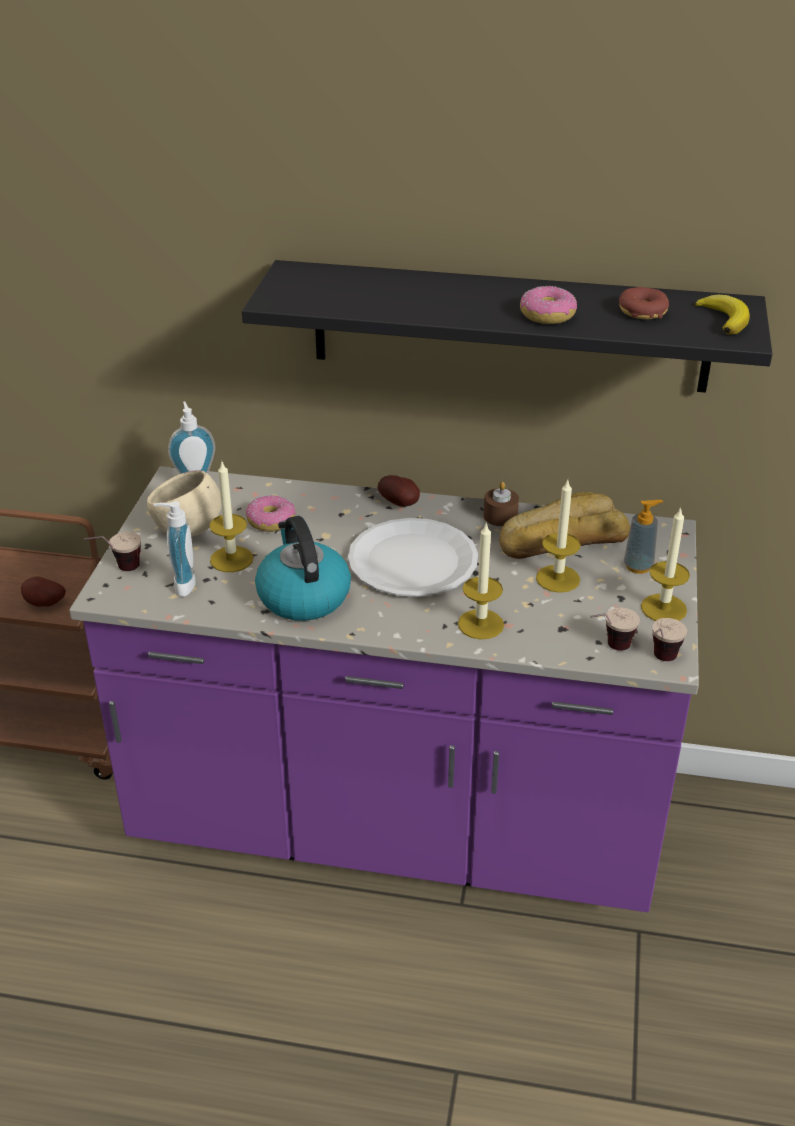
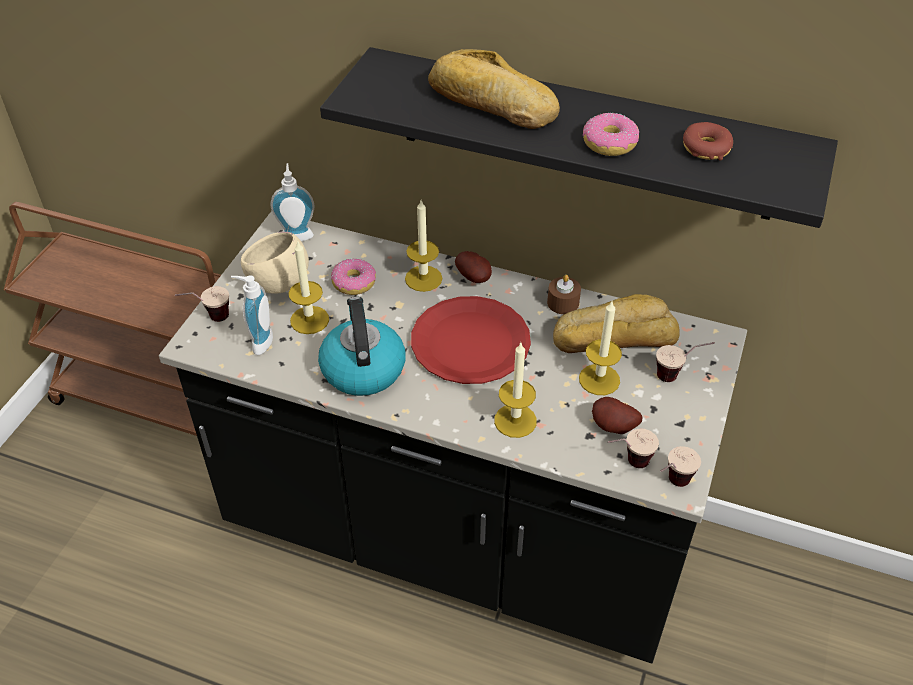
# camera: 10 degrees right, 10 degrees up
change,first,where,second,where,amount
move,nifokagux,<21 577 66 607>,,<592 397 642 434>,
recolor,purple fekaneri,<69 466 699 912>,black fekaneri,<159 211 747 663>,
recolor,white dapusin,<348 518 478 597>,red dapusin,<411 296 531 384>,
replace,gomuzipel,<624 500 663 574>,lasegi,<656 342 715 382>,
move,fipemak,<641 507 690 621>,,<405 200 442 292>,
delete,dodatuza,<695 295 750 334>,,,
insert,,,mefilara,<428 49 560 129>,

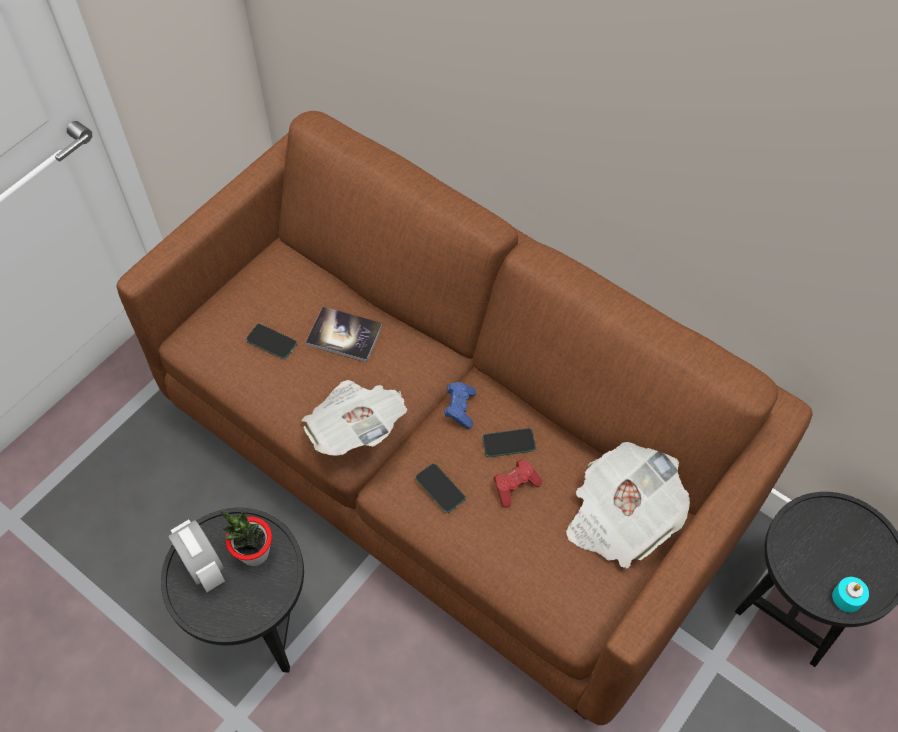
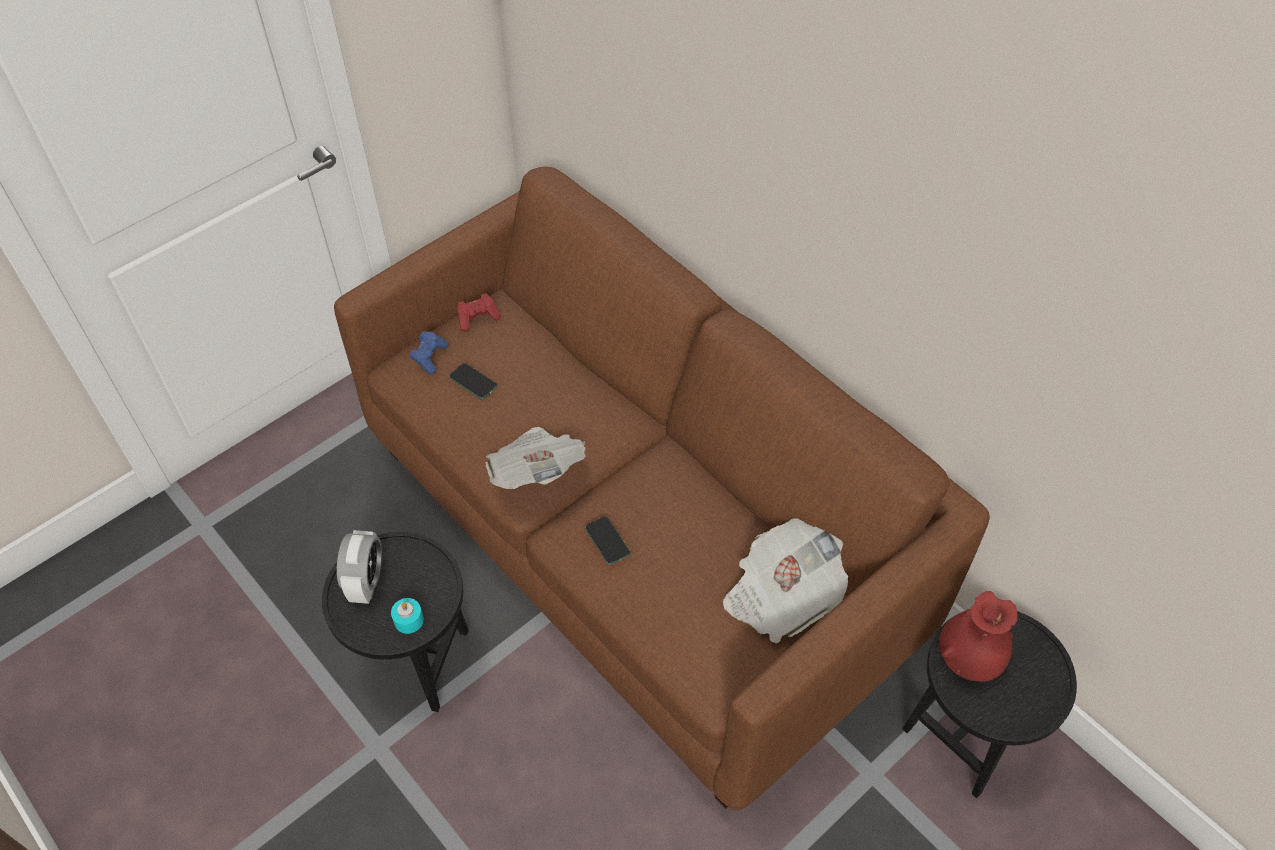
# camera: 10 degrees right, 5 degrees down
change,first,where,second,where,amount
rotate,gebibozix,<168 520 225 592>,,<337 530 382 604>,150 degrees counterclockwise
delete,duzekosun,<220 510 272 566>,,,
delete,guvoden,<306 306 383 362>,,,
move,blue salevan,<444 382 476 429>,,<410 331 448 375>,
delete,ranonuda,<482 428 536 457>,,,
move,red salevan,<493 459 542 508>,,<457 294 501 331>,
move,turquoise fipemak,<832 577 869 612>,,<391 598 424 634>,
insert,,,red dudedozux,<939 591 1018 682>,

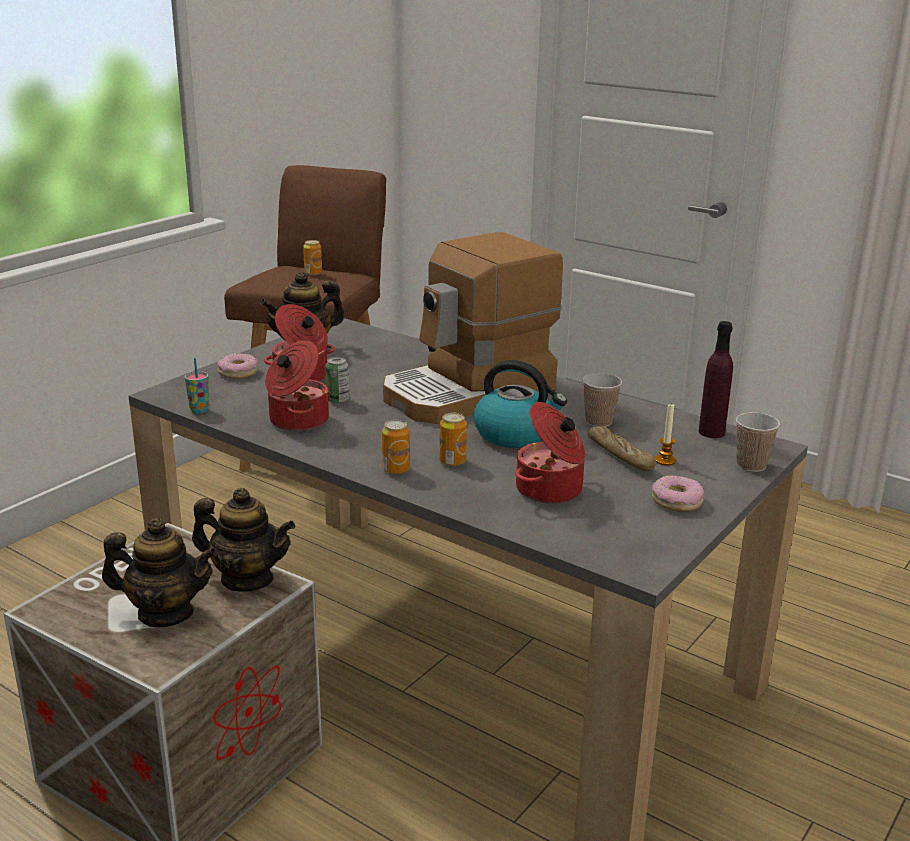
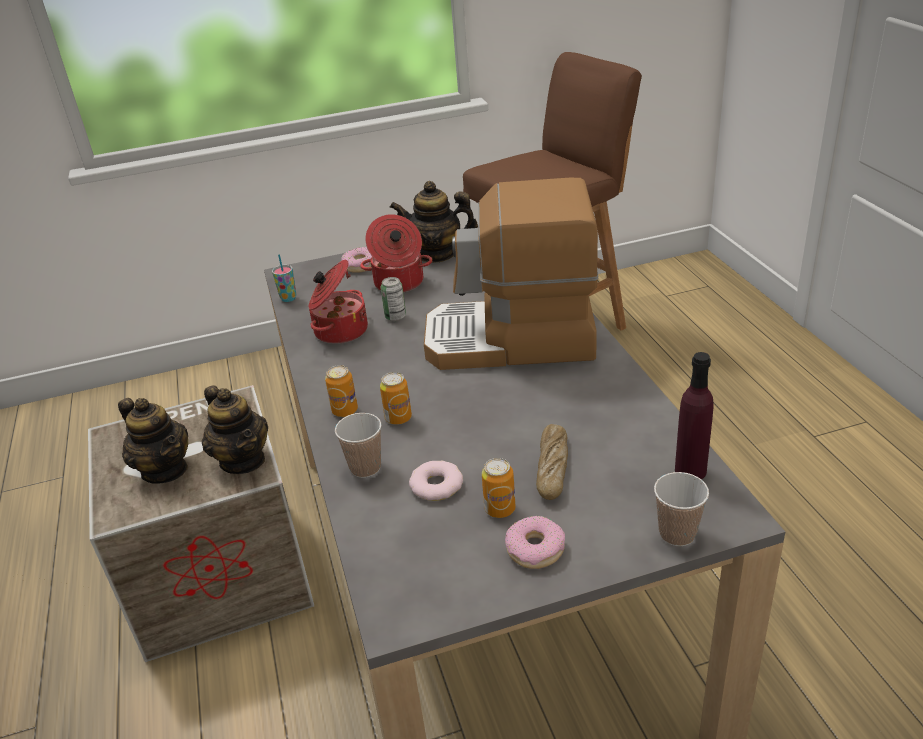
# camera: 40 degrees right, 10 degrees up
change,first,where,second,where,amount
move,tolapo,<303 240 322 276>,,<482 458 516 518>,
delete,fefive,<474 360 567 448>,,,
replace,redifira,<515 402 586 504>,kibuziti,<409 461 463 501>,
move,lasegi,<582 373 622 427>,,<335 413 381 478>,
delete,fipemak,<655 404 676 465>,,,

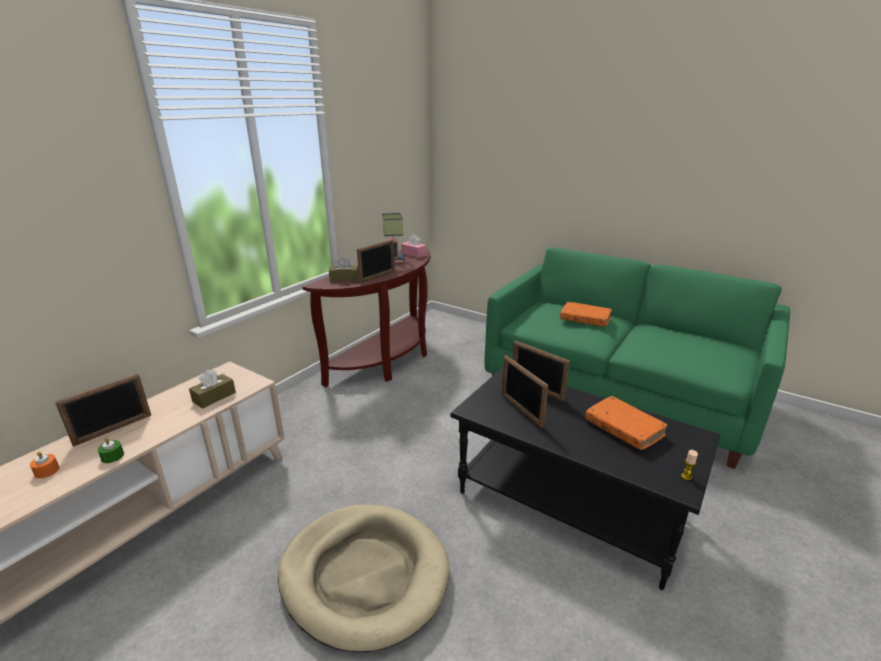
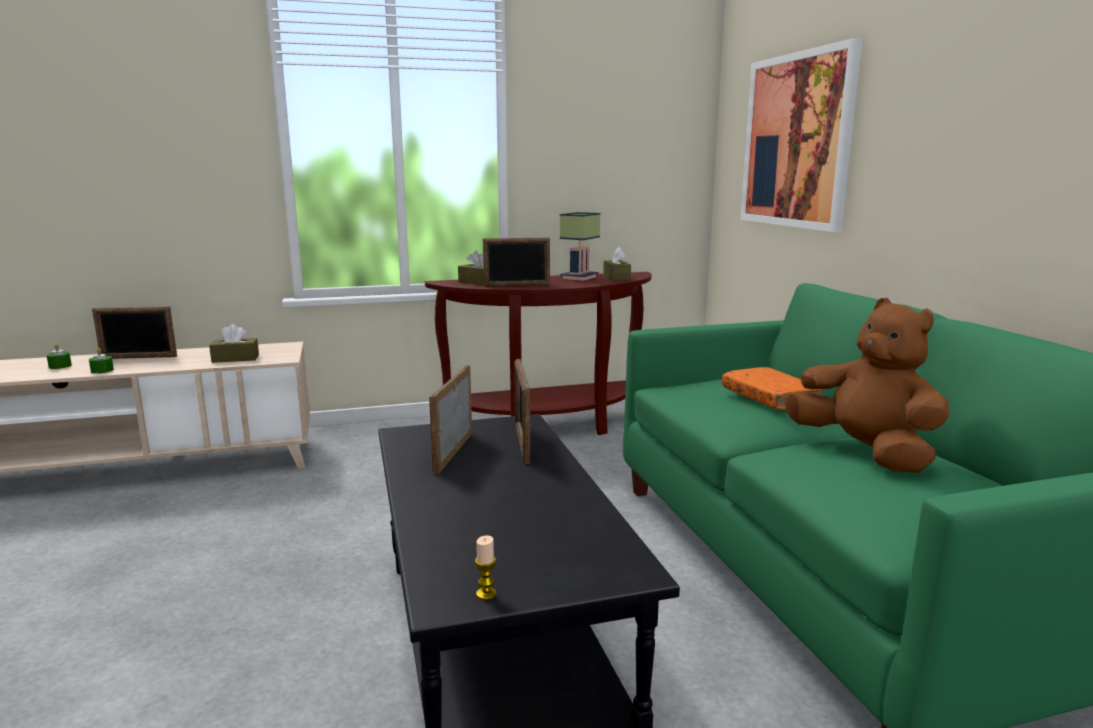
# camera: 40 degrees right, 10 degrees down
change,first,where,second,where,amount
recolor,orange fipemak,<30 452 59 478>,green fipemak,<46 344 72 369>,
delete,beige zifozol,<278 504 450 652>,,,
recolor,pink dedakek,<401 234 427 258>,brown dedakek,<603 247 631 281>,
delete,orange guvoden,<585 396 668 450>,,,
insert,,,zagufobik,<740 38 862 232>,
insert,,,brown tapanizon,<784 298 949 473>,

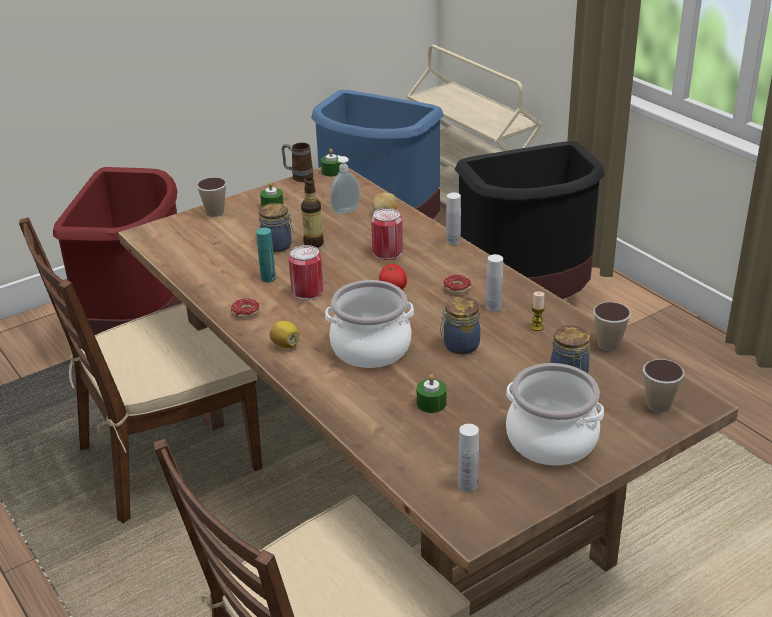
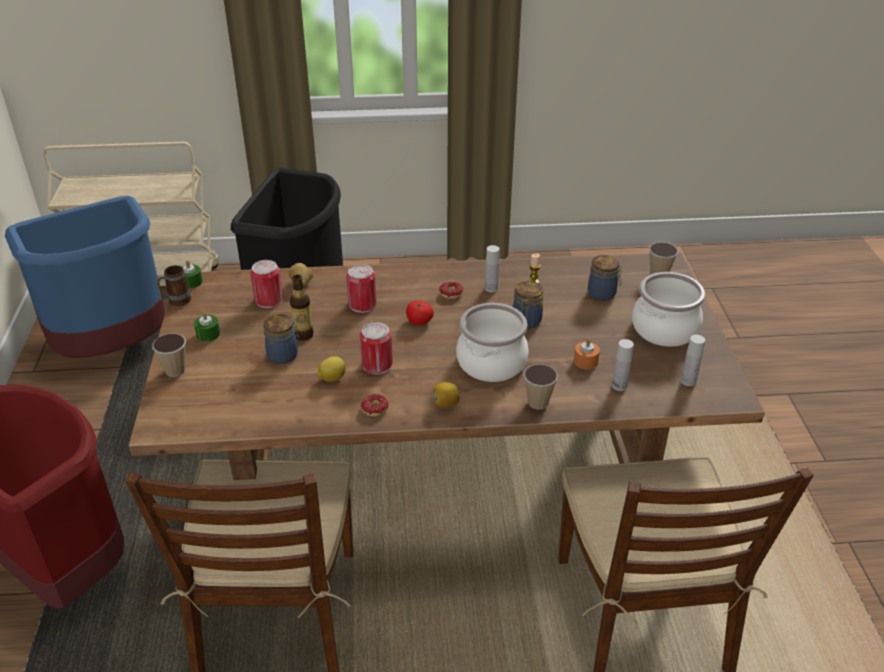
# camera: 60 degrees left, 5 degrees up
change,first,where,second,where,amount
replace,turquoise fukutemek,<256 228 276 282>,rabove,<318 356 346 382>,
replace,gomuzipel,<330 155 360 214>,tolapo,<250 260 283 308>,
recolor,green fipemak,<417 374 447 413>,orange fipemak,<574 338 600 369>,
move,white fukutemek,<446 193 461 245>,,<612 339 634 391>,
move,lasegi,<593 302 631 351>,,<523 364 558 410>,

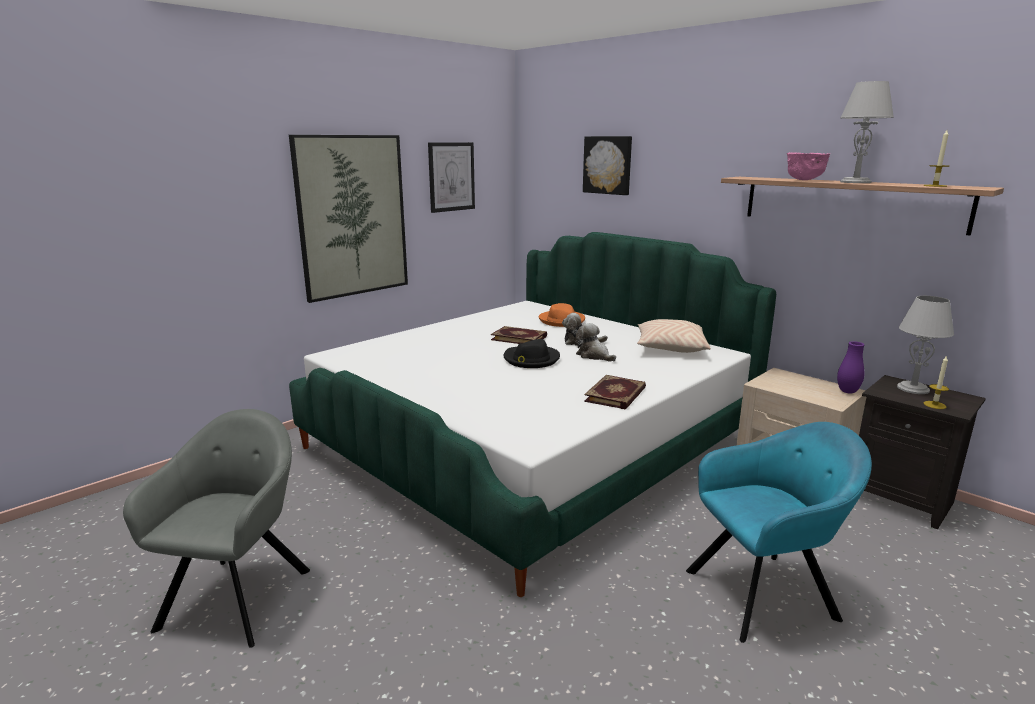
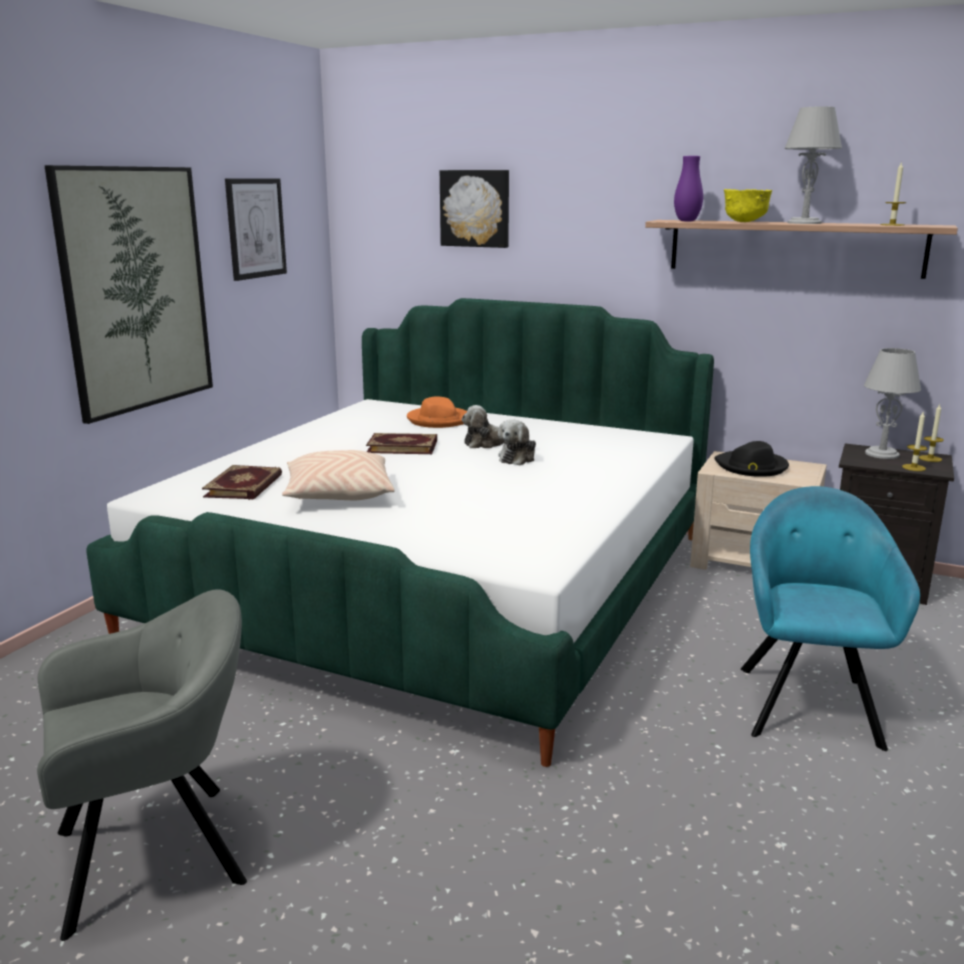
# camera: 20 degrees left, 0 degrees up
change,first,where,second,where,amount
rotate,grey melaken,<123 409 310 648>,,<37 589 247 941>,75 degrees clockwise
move,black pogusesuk,<503 339 560 368>,,<714 441 789 477>,
rotate,tapanizon,<576 323 616 362>,,<498 420 536 466>,90 degrees counterclockwise
move,guvoden,<584 375 646 410>,,<202 465 282 500>,
move,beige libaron,<637 319 711 353>,,<282 450 395 500>,
rotate,turquoise melaken,<686 422 872 643>,,<741 486 920 751>,45 degrees counterclockwise
recolor,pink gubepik,<787 152 830 180>,yellow gubepik,<724 189 772 222>,
move,purple dudedozux,<837 341 864 394>,,<674 156 703 221>,
insert,,,fipemak,<919 404 944 462>,

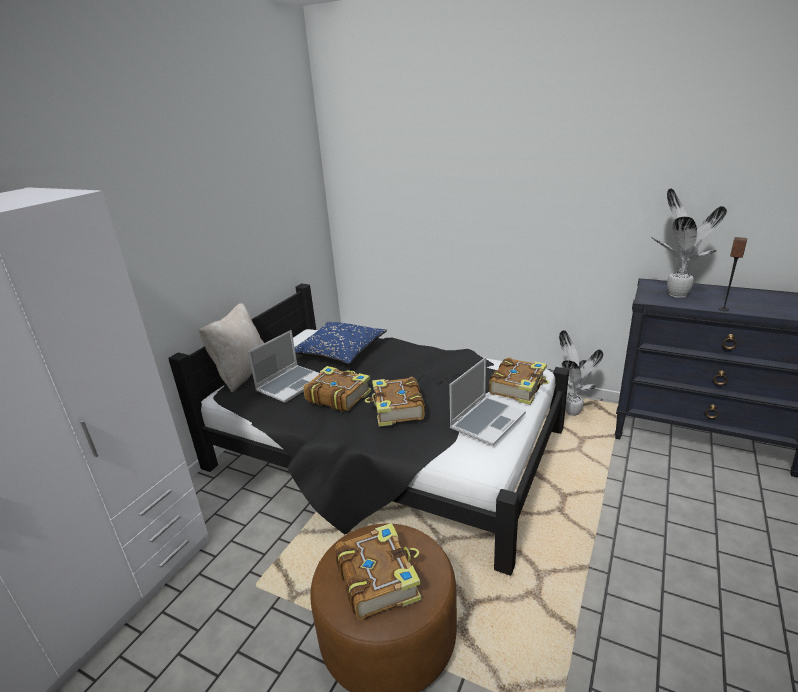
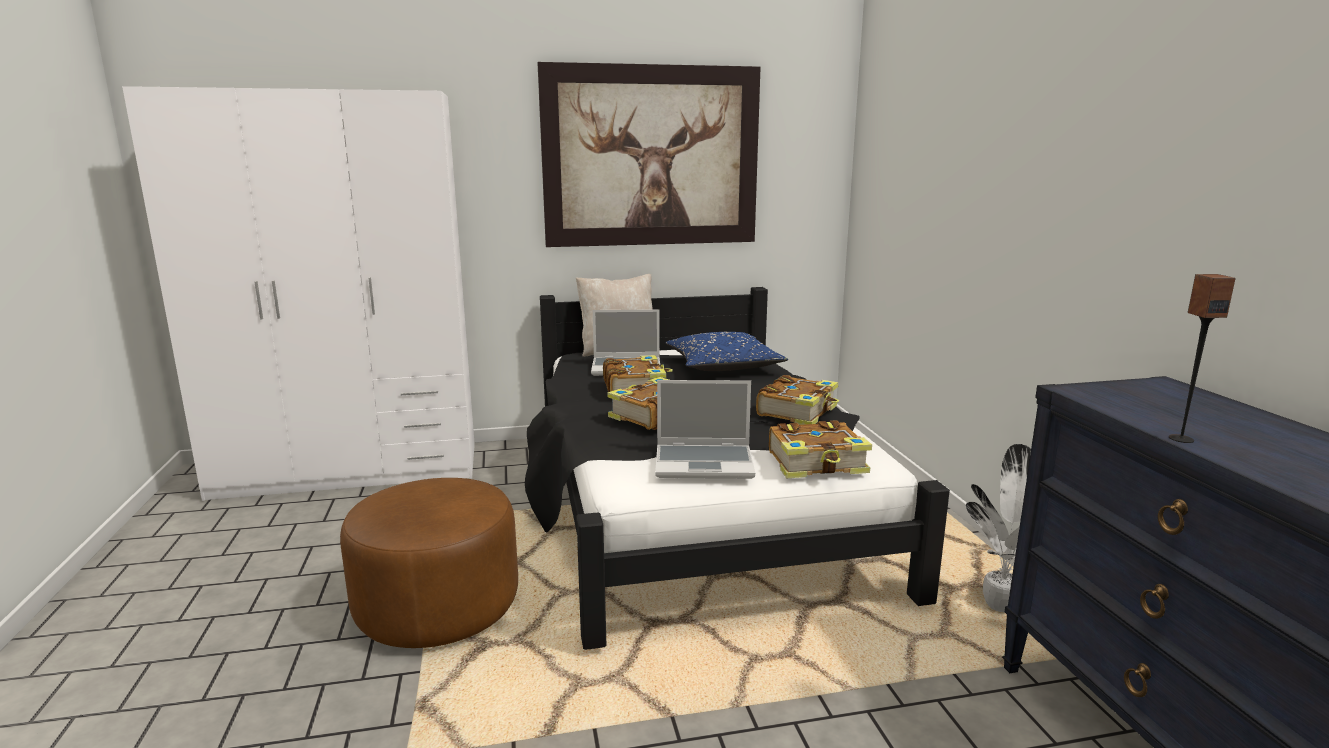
# camera: 50 degrees right, 10 degrees down
change,first,where,second,where,amount
move,guvoden,<335 523 421 620>,,<756 375 839 425>,
delete,duzekosun,<651 188 727 298>,,,
insert,,,zagufobik,<538 62 761 247>,

